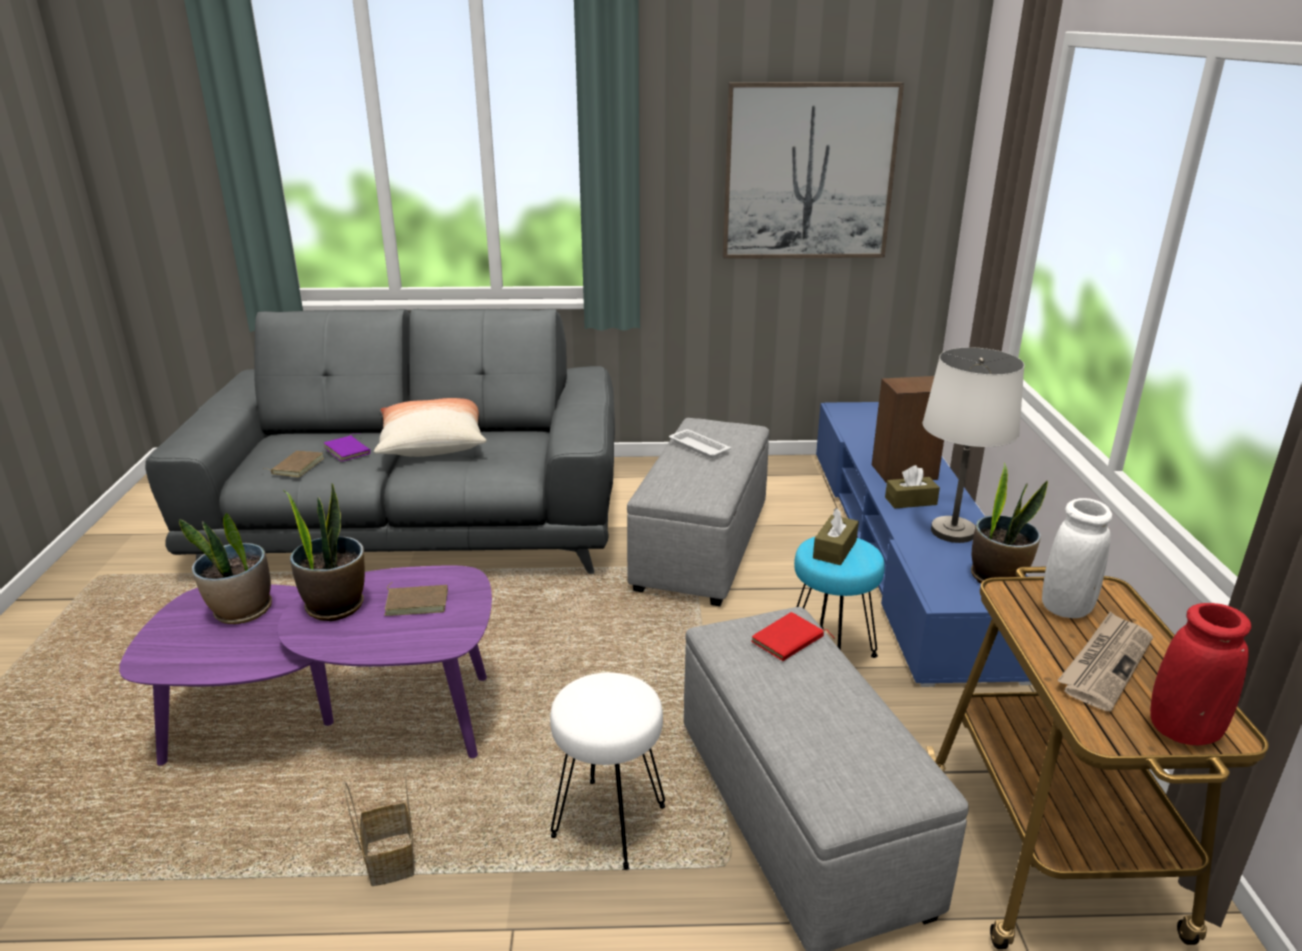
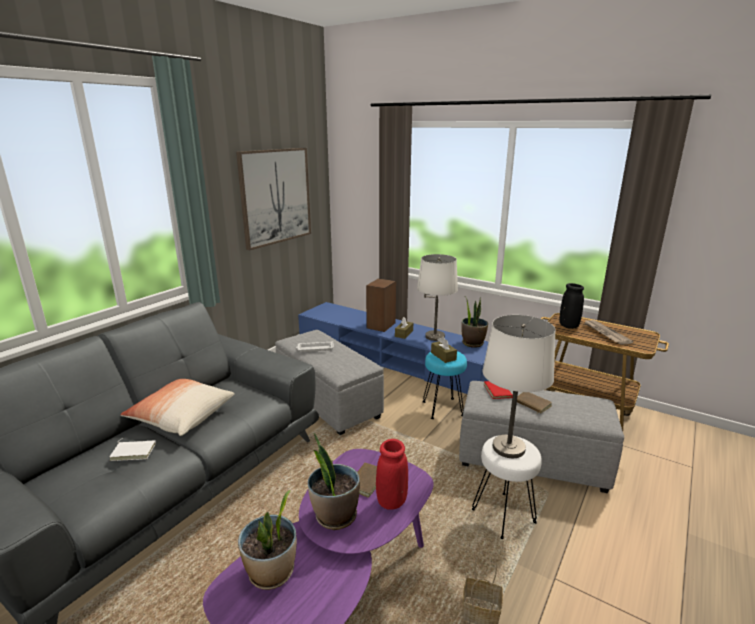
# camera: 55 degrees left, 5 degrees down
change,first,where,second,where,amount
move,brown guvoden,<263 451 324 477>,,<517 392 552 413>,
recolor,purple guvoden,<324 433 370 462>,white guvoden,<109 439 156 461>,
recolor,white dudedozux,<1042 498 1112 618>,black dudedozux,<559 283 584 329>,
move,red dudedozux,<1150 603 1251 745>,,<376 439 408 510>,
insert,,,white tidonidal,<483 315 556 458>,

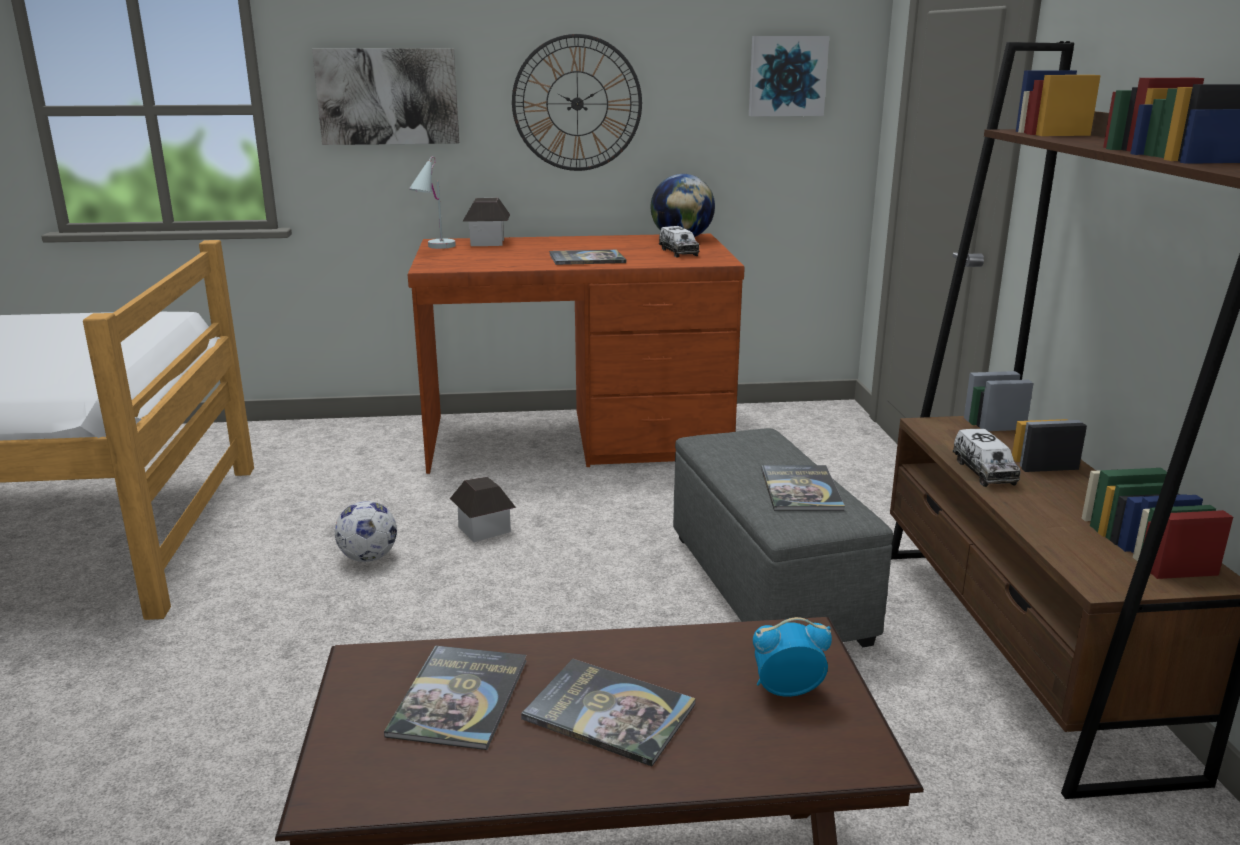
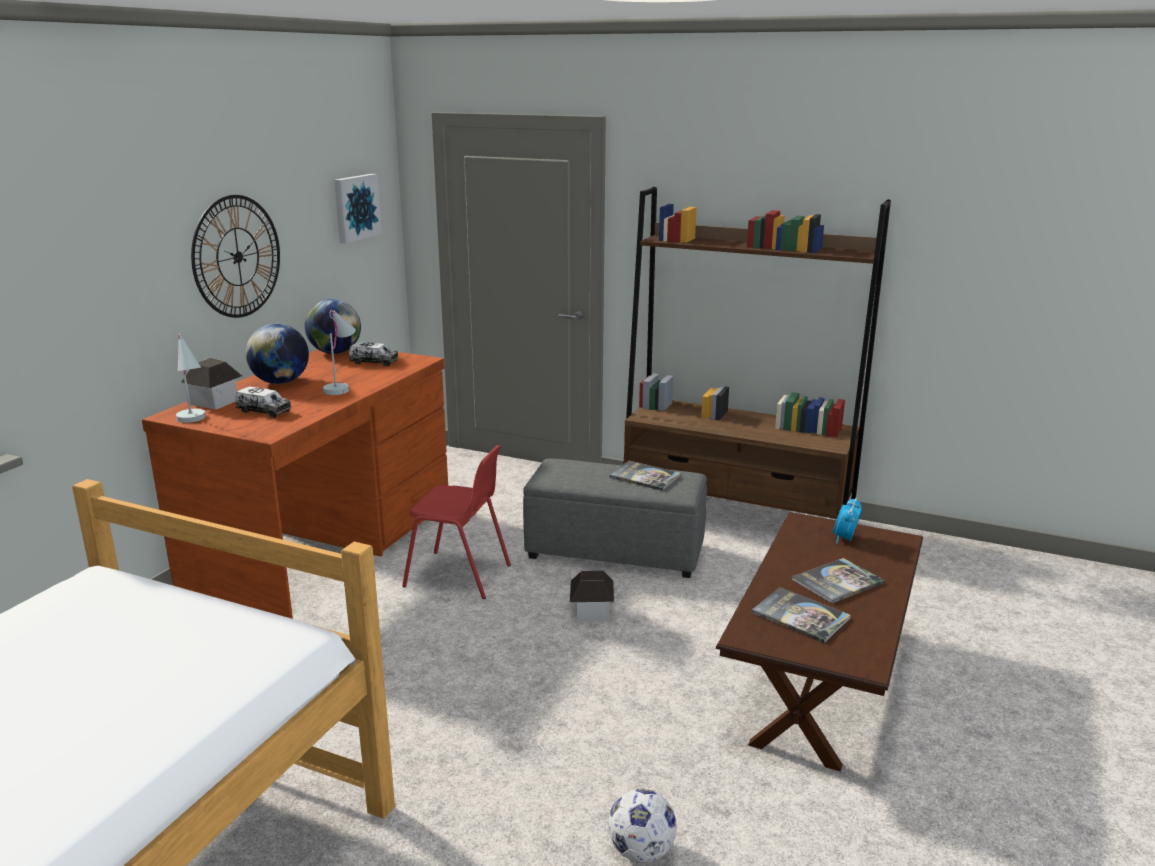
# camera: 60 degrees left, 0 degrees up
change,first,where,second,where,amount
delete,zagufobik,<312 48 459 145>,,,
move,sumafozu,<335 501 397 562>,,<608 789 677 863>,
move,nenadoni,<450 477 516 542>,,<570 571 614 622>,
replace,guvoden,<549 250 626 265>,white tidonidal,<323 310 356 395>,
move,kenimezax,<952 429 1021 487>,,<235 386 291 418>,
insert,,,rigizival,<246 324 309 384>,
insert,,,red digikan,<402 445 511 599>,

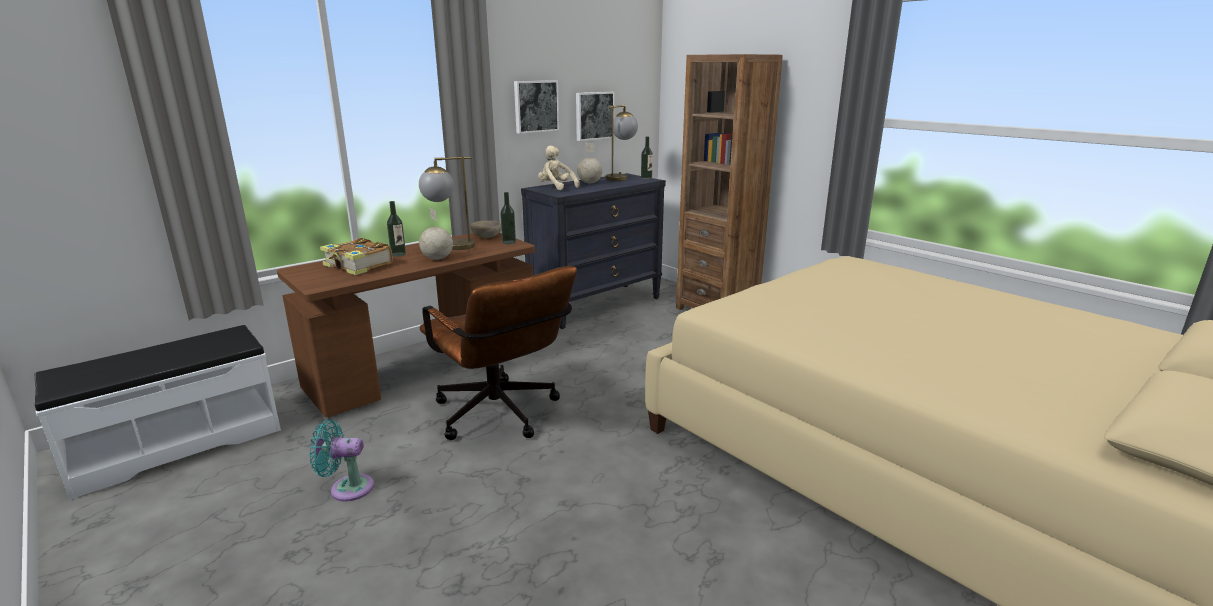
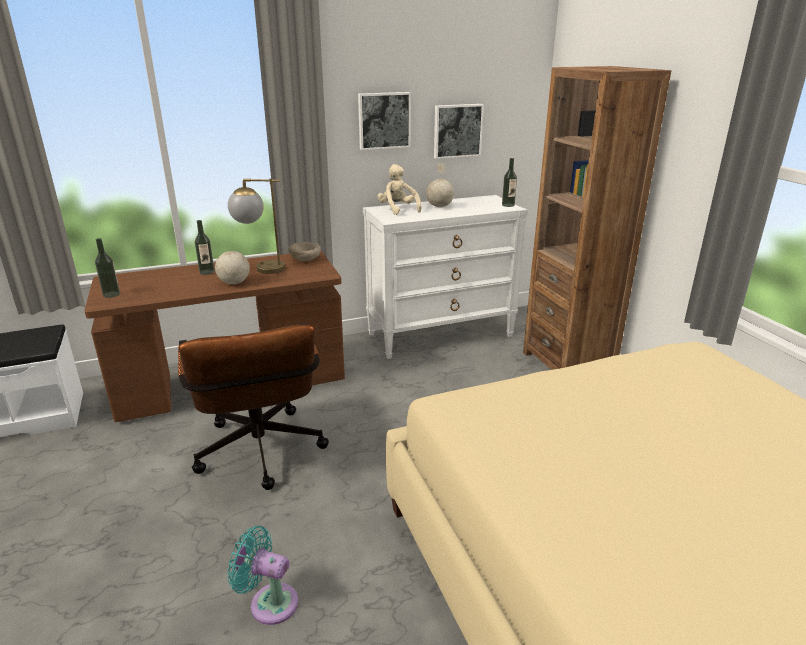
# camera: 20 degrees right, 5 degrees up
change,first,where,second,where,amount
move,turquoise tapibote,<309 420 374 502>,,<227 526 298 625>,
delete,guvoden,<320 238 393 275>,,,
move,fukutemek,<500 192 516 244>,,<95 238 120 298>,
recolor,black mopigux,<521 173 666 329>,white mopigux,<363 195 528 359>,
delete,tidonidal,<606 105 638 181>,,,

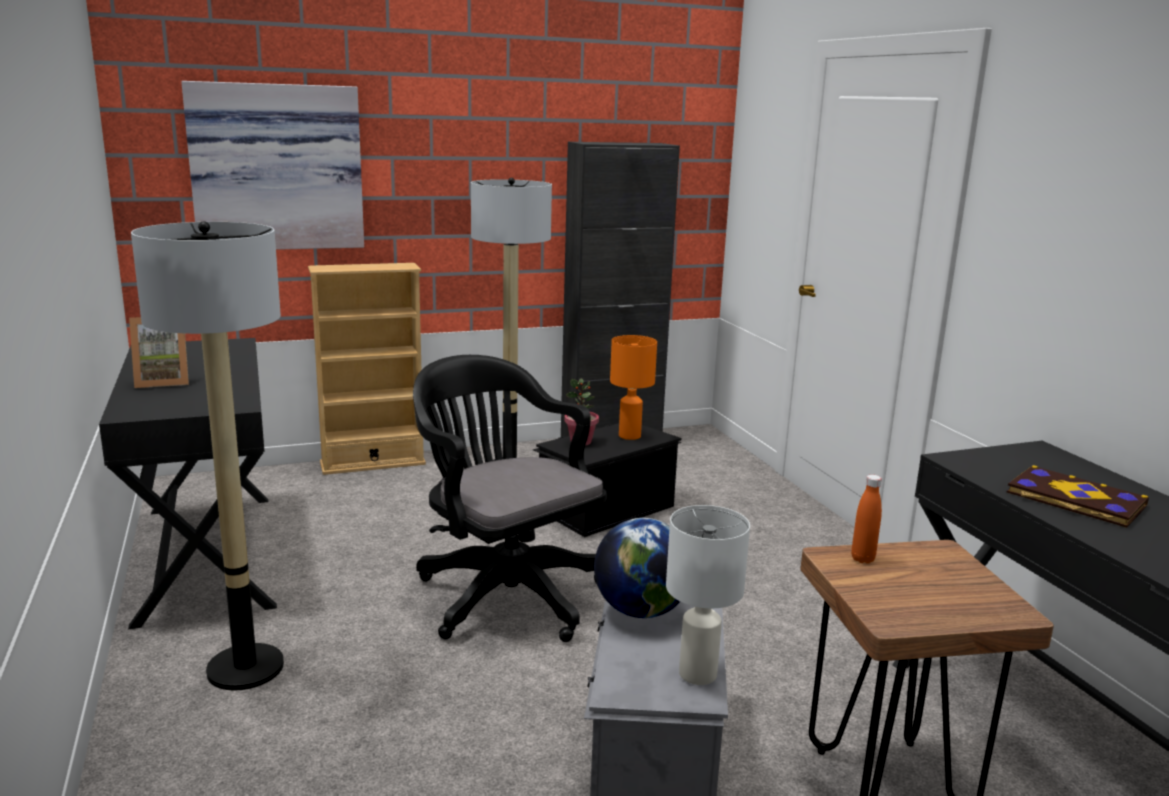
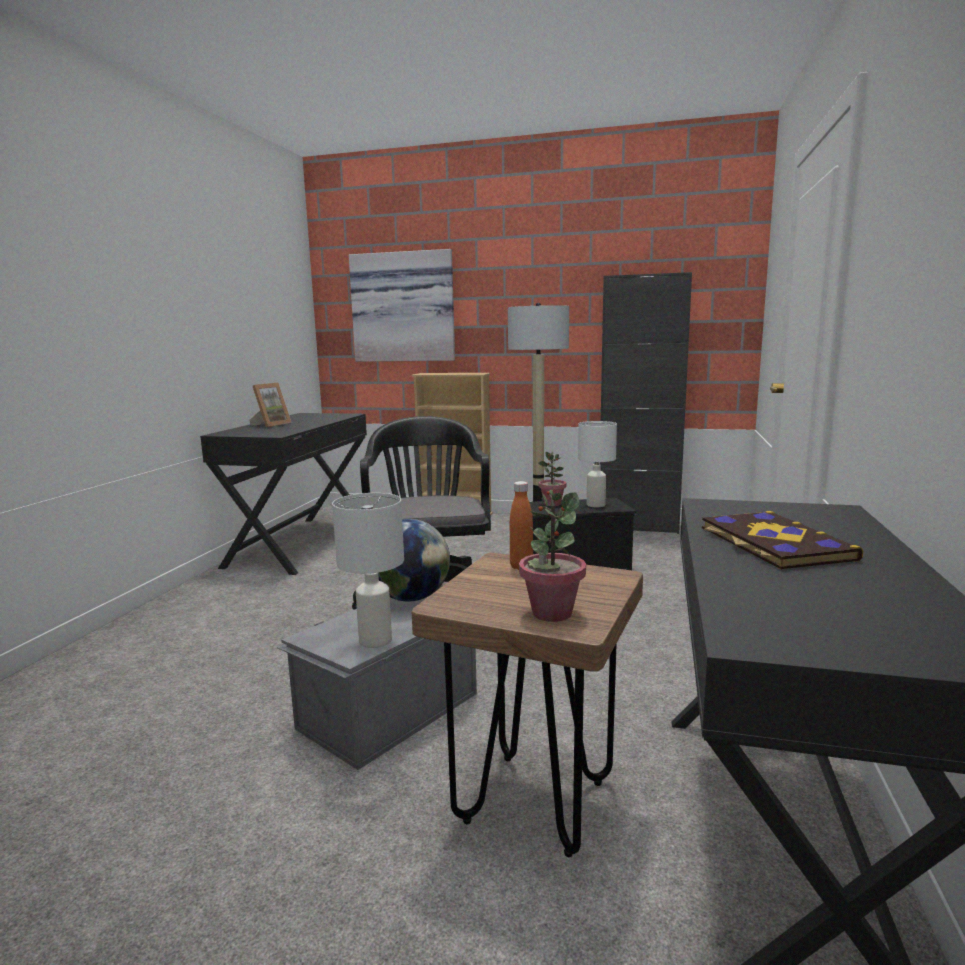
# camera: 35 degrees right, 5 degrees down
change,first,where,second,where,amount
rotate,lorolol,<129 317 189 388>,,<249 383 292 428>,75 degrees counterclockwise
delete,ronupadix,<131 221 284 690>,,,
recolor,orange tidonidal,<610 335 657 440>,white tidonidal,<578 421 617 507>,
insert,,,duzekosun,<519 490 586 622>,

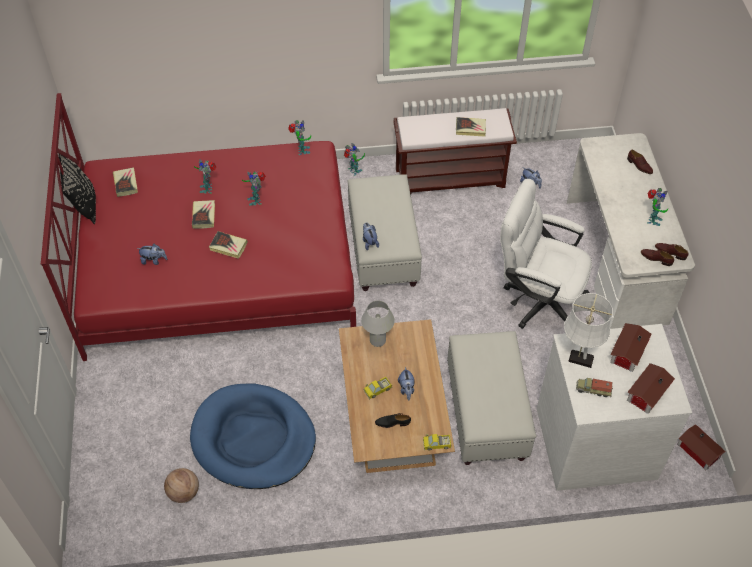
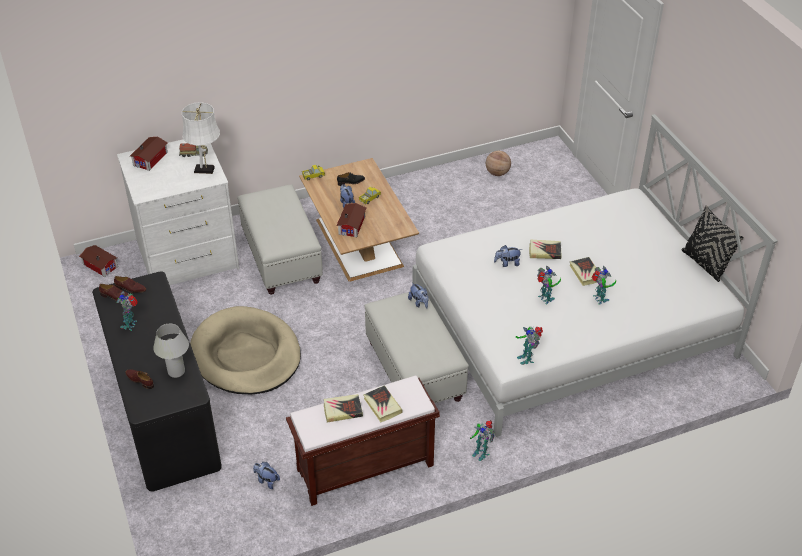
# camera: 165 degrees right, 10 degrees down
change,first,where,second,where,amount
recolor,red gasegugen,<41 93 356 361>,white gasegugen,<412 114 778 437>,
move,guvoden,<113 167 138 197>,,<363 385 403 422>,
move,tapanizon,<137 244 167 265>,,<494 245 522 267>,
delete,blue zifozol,<190 384 316 489>,,,
move,white tidonidal,<361 301 395 347>,,<153 324 189 378>,
replace,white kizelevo,<500 179 592 329>,beige zifozol,<190 306 301 394>,
recolor,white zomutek,<567 133 695 329>,black zomutek,<92 271 222 492>,
move,nenadoni,<610 323 652 372>,,<336 203 366 237>,

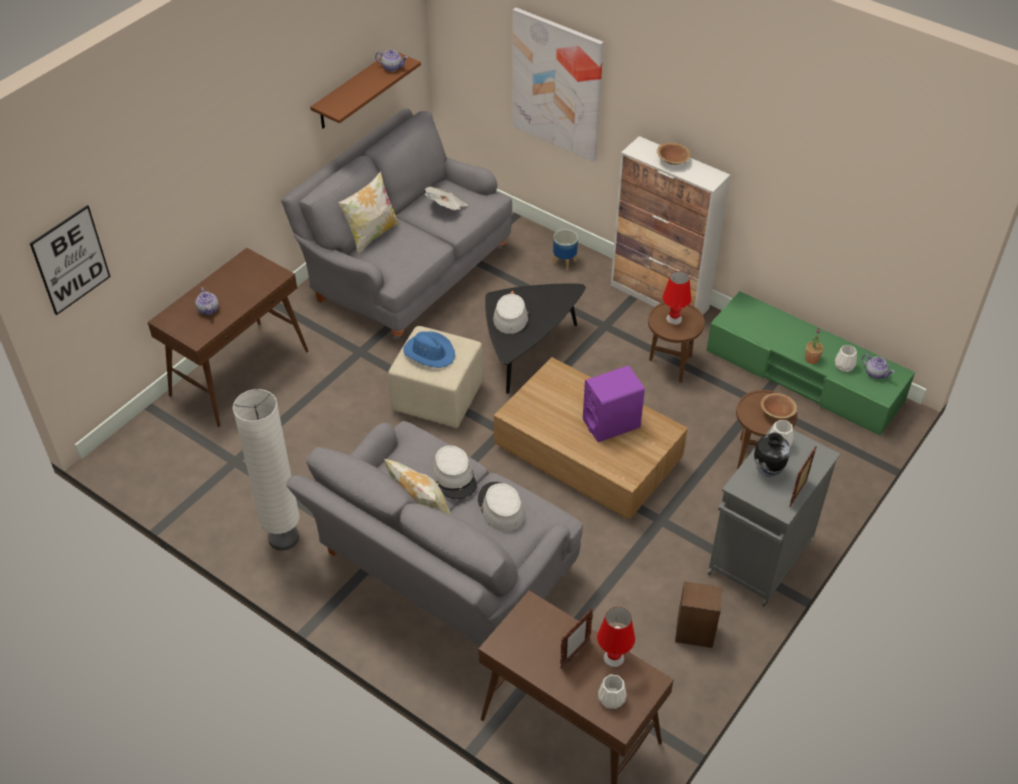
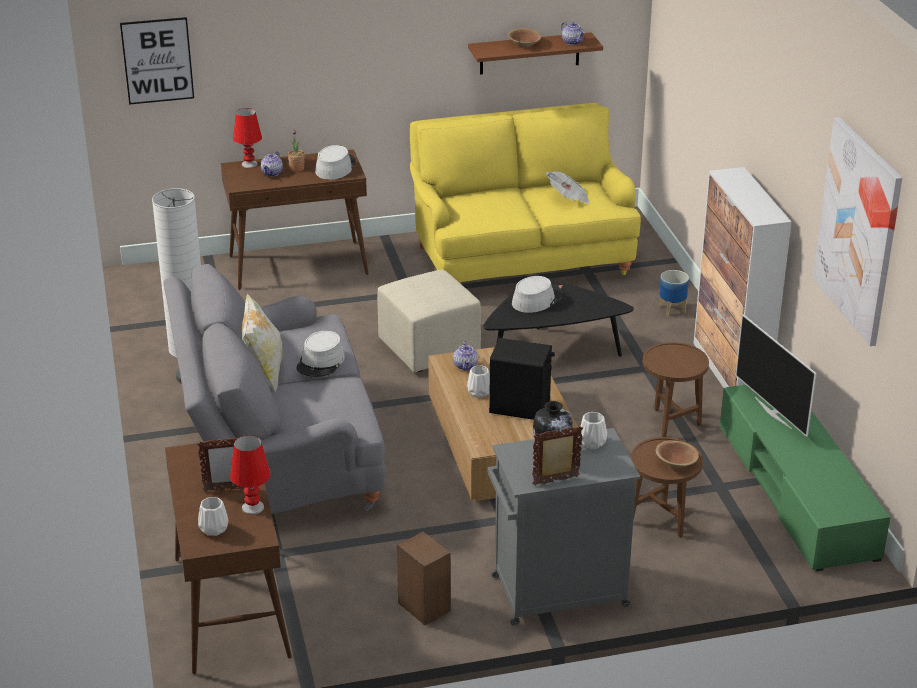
# camera: 40 degrees right, 15 degrees down
change,first,where,second,where,amount
recolor,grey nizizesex,<281 109 512 340>,yellow nizizesex,<410 103 641 282>,
delete,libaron,<338 171 400 255>,,,
delete,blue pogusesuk,<403 331 455 368>,,,
move,grey pogusesuk,<478 482 524 532>,,<315 145 356 180>,
move,zagufobik,<513 8 604 162>,,<813 117 903 346>,
recolor,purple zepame,<583 366 645 442>,black zepame,<489 338 555 420>,
move,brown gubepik,<657 142 691 165>,,<508 28 541 47>,
move,red tidonidal,<663 271 691 325>,,<233 108 262 168>,
move,duzekosun,<805 329 823 364>,,<288 129 305 172>,
move,white dudedozux,<835 345 857 372>,,<467 365 490 397>,
move,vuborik,<862 354 894 379>,,<453 341 478 371>,
insert,,,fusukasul,<735 314 817 437>,

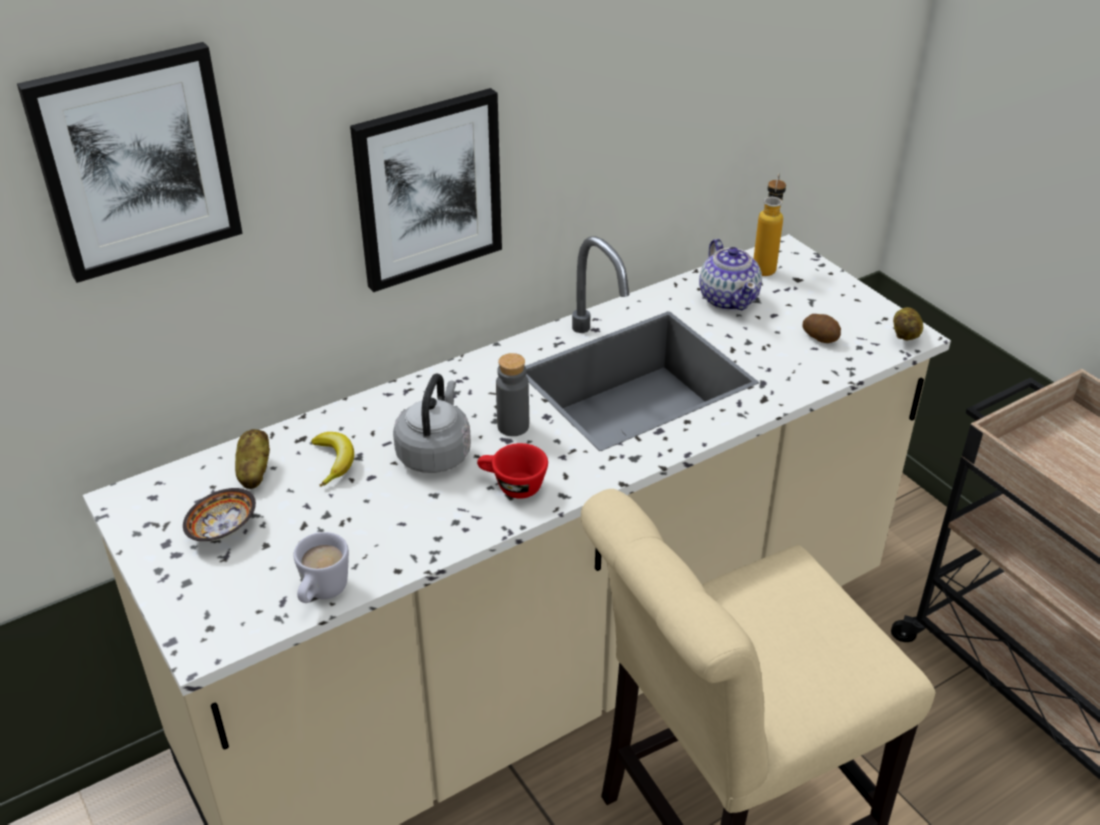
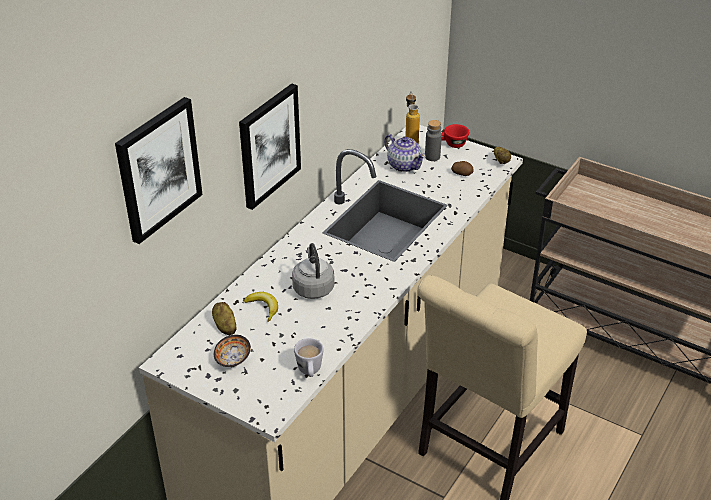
# camera: 25 degrees left, 0 degrees up
change,first,where,second,where,amount
move,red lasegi,<477 443 548 499>,,<442 124 469 148>,
move,grey fukutemek,<496 353 529 436>,,<425 120 442 161>,

